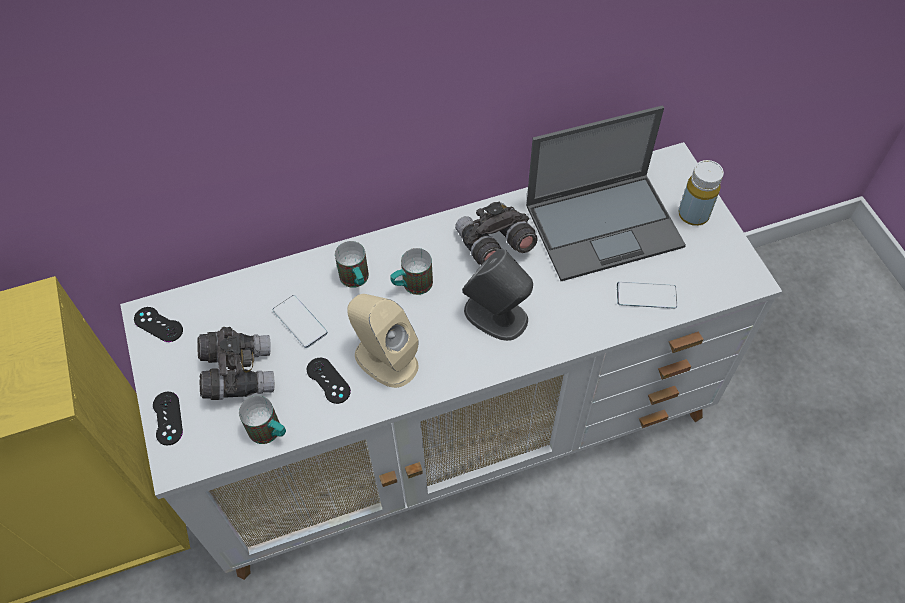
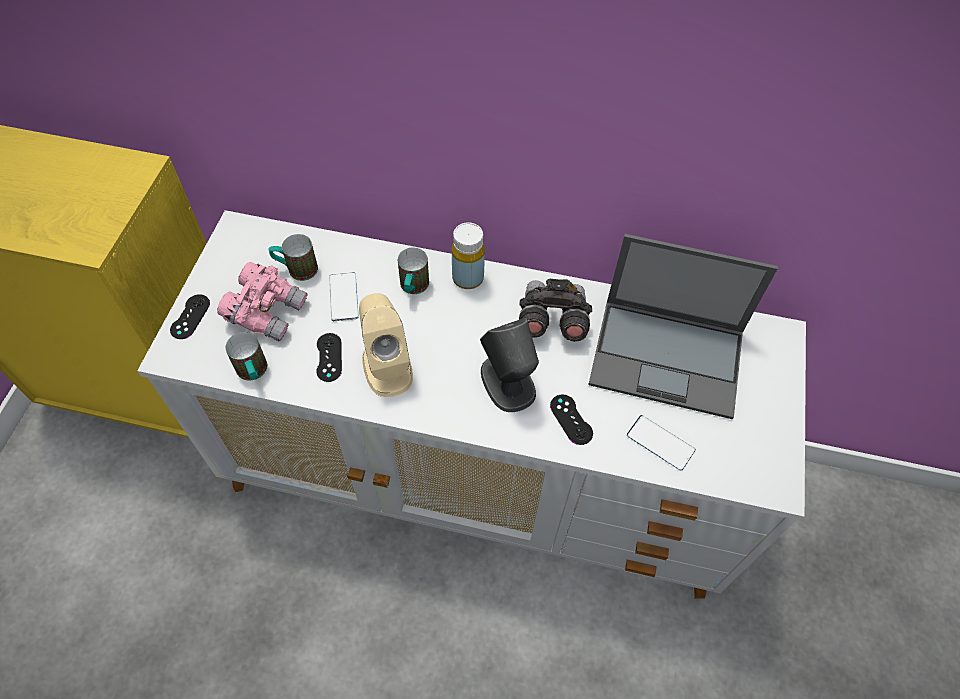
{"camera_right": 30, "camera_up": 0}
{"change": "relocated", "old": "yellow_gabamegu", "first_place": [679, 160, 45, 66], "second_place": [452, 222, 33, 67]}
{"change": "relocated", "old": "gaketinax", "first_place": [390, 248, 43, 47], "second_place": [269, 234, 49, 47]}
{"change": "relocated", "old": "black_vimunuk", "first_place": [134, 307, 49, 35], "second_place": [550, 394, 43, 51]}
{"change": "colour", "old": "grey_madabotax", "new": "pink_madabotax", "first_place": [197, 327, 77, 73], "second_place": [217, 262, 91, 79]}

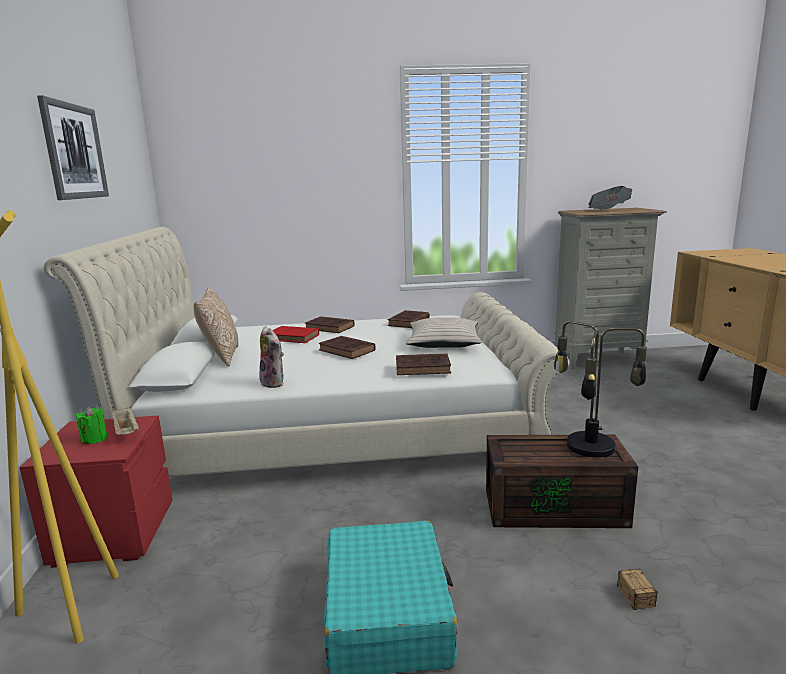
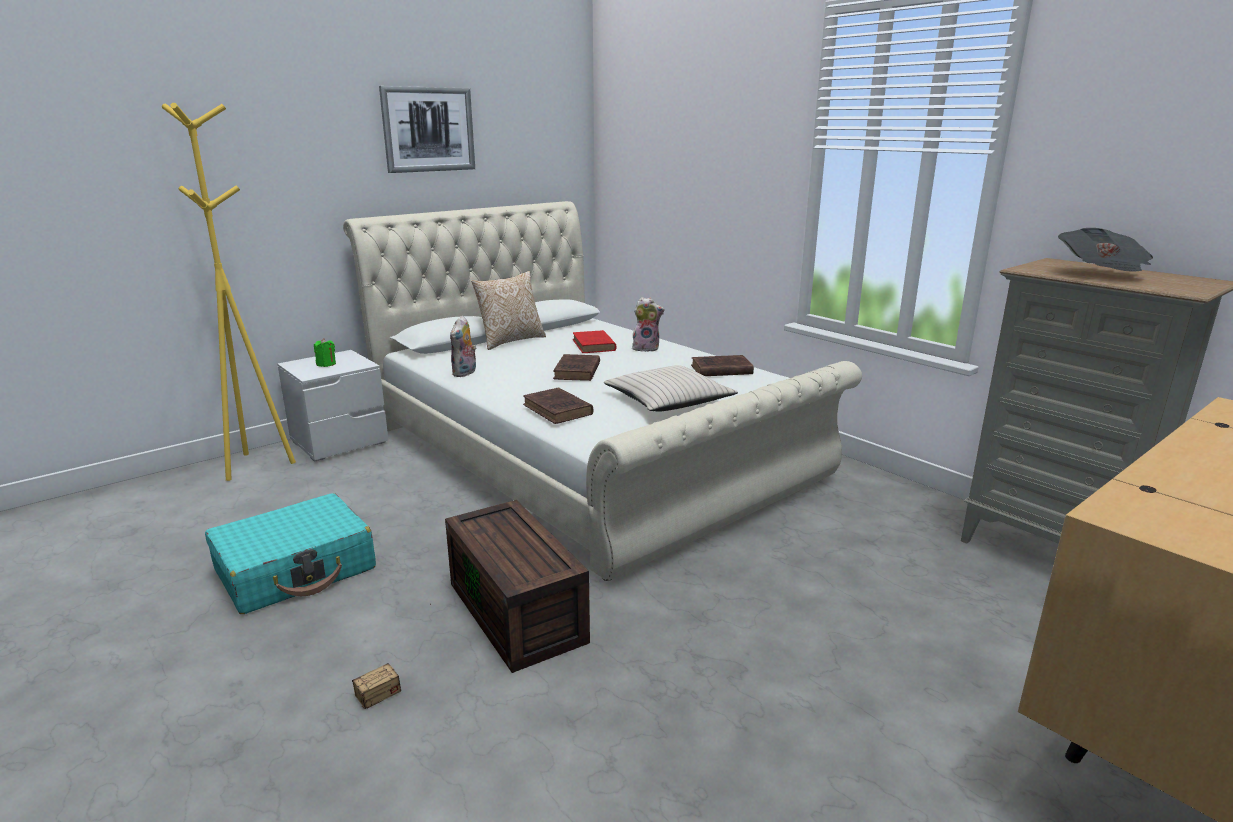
{"camera_right": 55, "camera_up": 5}
{"change": "exchanged", "old": "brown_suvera", "new": "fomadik", "first_place": [305, 316, 50, 17], "second_place": [632, 297, 33, 55]}
{"change": "missing", "old": "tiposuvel", "first_place": [554, 321, 93, 137]}
{"change": "missing", "old": "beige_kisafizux", "first_place": [112, 407, 27, 28]}
{"change": "colour", "old": "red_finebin", "new": "white_finebin", "first_place": [19, 415, 154, 153], "second_place": [277, 350, 112, 112]}

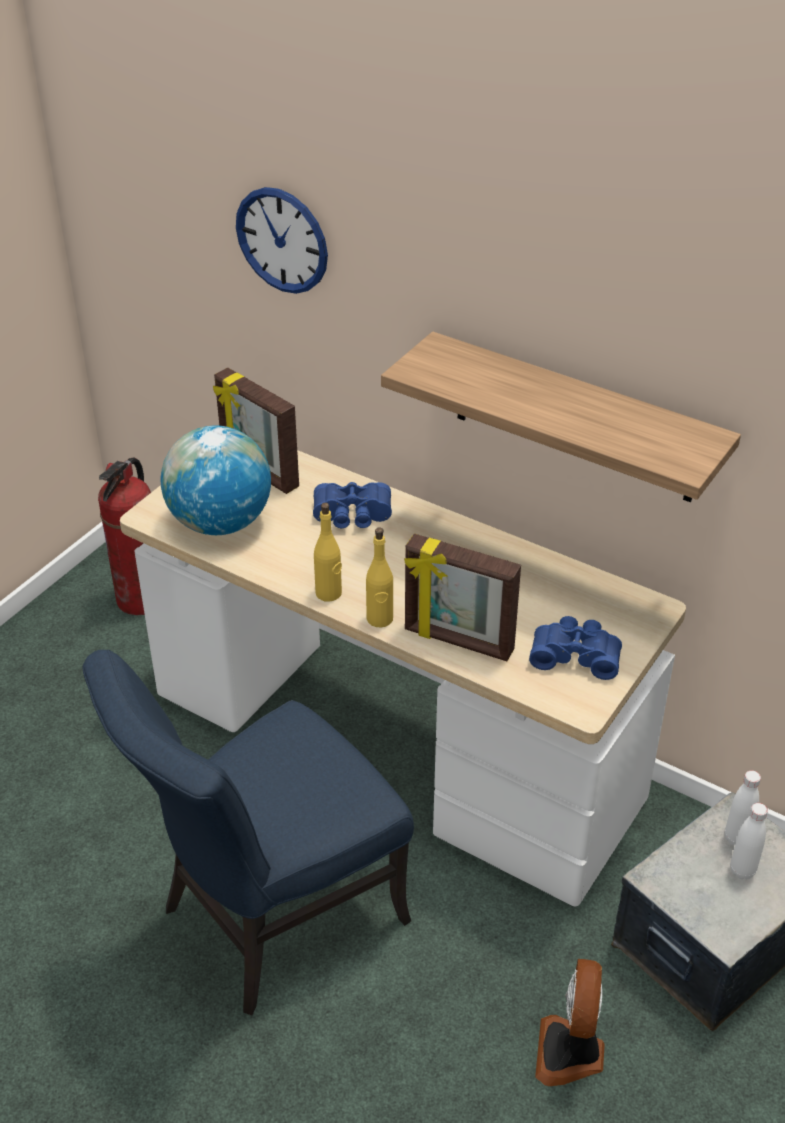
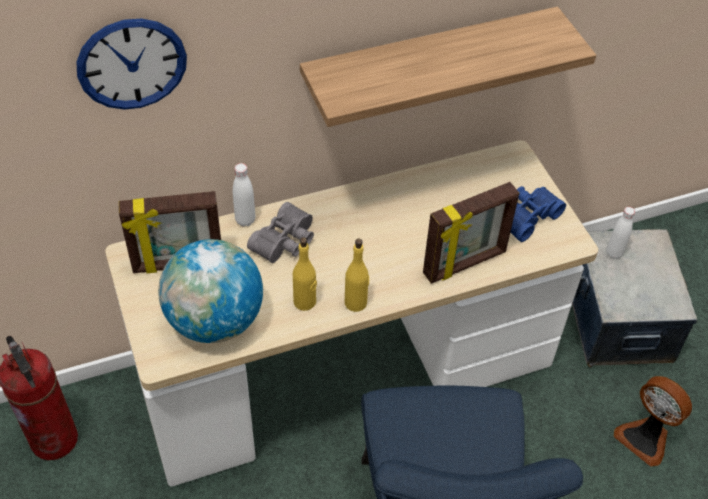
{"camera_right": -55, "camera_up": 10}
{"change": "colour", "old": "blue_madabotax", "new": "grey_madabotax", "first_place": [313, 482, 79, 46], "second_place": [247, 202, 67, 61]}
{"change": "relocated", "old": "yellow_gabamegu", "first_place": [366, 527, 27, 100], "second_place": [293, 237, 24, 74]}
{"change": "relocated", "old": "white_gabamegu", "first_place": [730, 803, 38, 76], "second_place": [233, 163, 22, 64]}

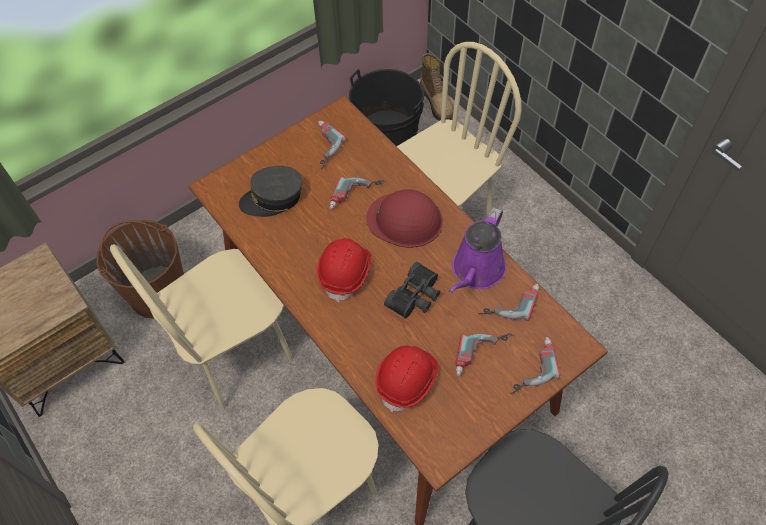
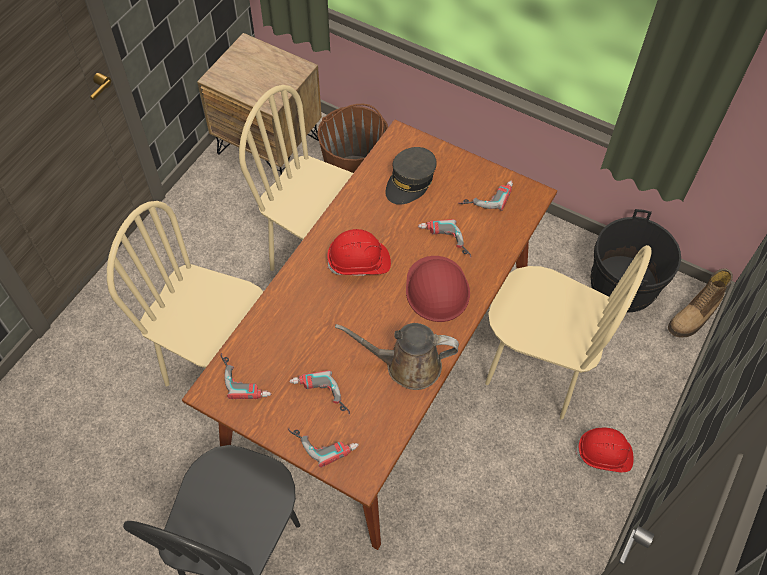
{"camera_right": 65, "camera_up": 0}
{"change": "spun", "old": "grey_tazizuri", "first_place": [239, 166, 64, 51], "second_place": [386, 147, 51, 58], "degrees": -105}
{"change": "colour", "old": "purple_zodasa", "new": "brown_zodasa", "first_place": [449, 207, 57, 87], "second_place": [335, 323, 124, 67]}
{"change": "missing", "old": "black_madabotax", "first_place": [384, 262, 56, 57]}
{"change": "relocated", "old": "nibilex", "first_place": [478, 283, 61, 38], "second_place": [221, 353, 50, 46]}
{"change": "relocated", "old": "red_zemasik", "first_place": [375, 346, 64, 67], "second_place": [575, 428, 59, 44]}

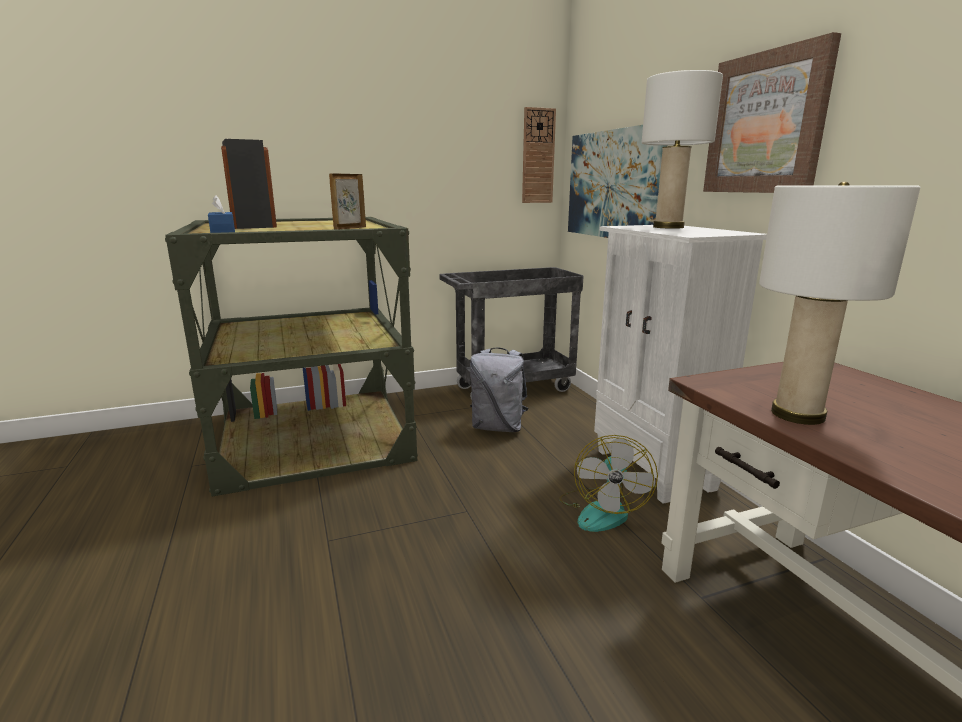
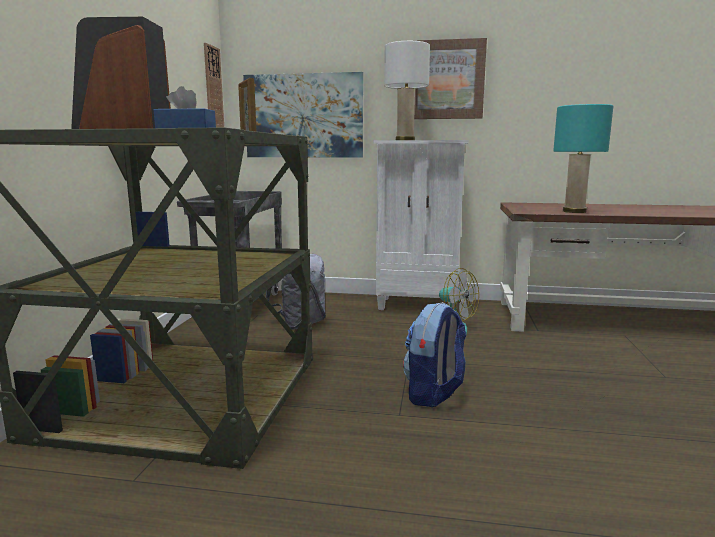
{"camera_right": -60, "camera_up": -5}
{"change": "colour", "old": "white_tiposuvel", "new": "turquoise_tiposuvel", "first_place": [759, 181, 161, 244], "second_place": [553, 104, 60, 109]}
{"change": "appeared", "new": "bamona", "second_place": [403, 302, 63, 105]}

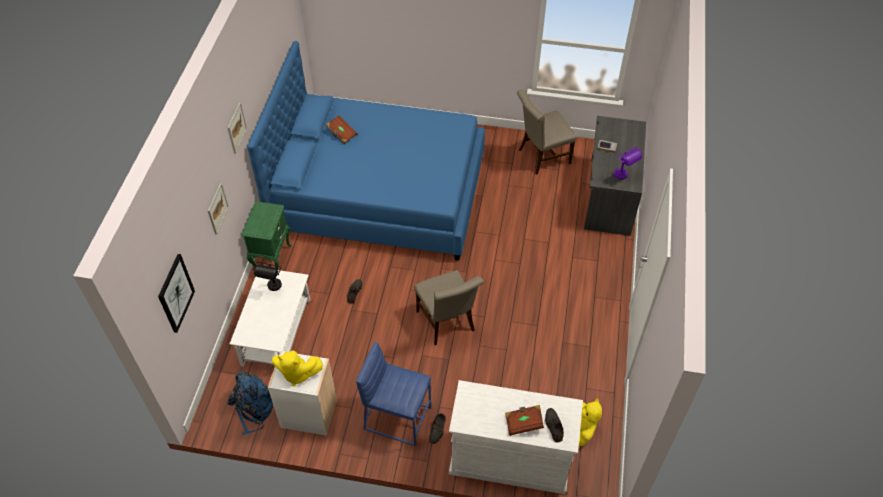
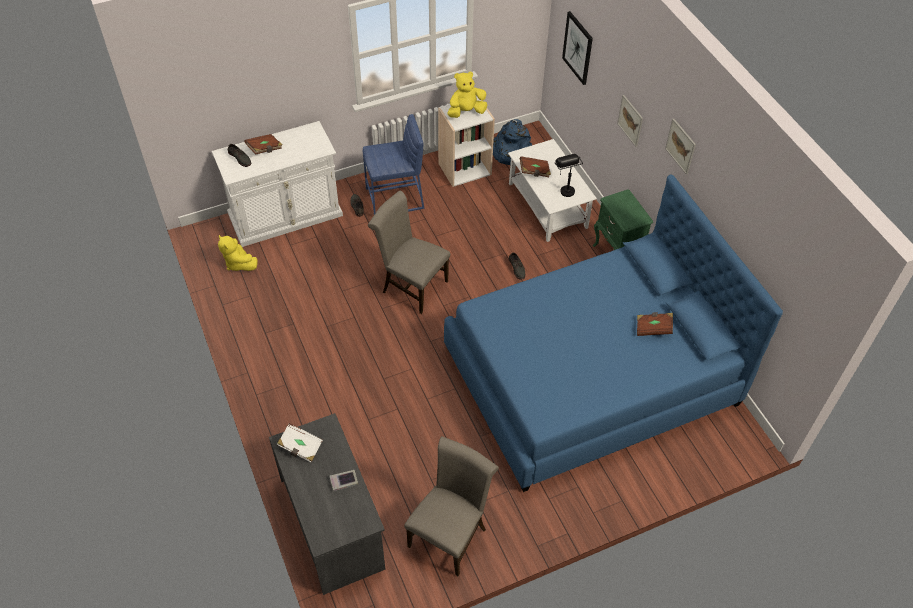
{"camera_right": 145, "camera_up": 0}
{"change": "exchanged", "old": "purple_tiposuvel", "new": "white_suvera", "first_place": [614, 147, 28, 32], "second_place": [277, 423, 46, 40]}
{"change": "appeared", "new": "brown_suvera", "second_place": [520, 156, 31, 21]}

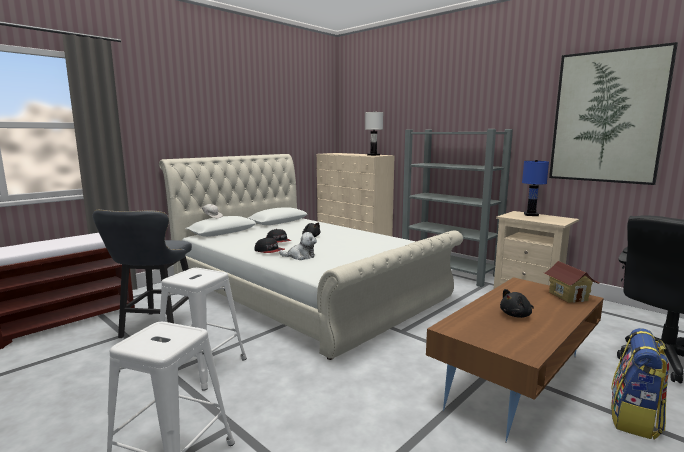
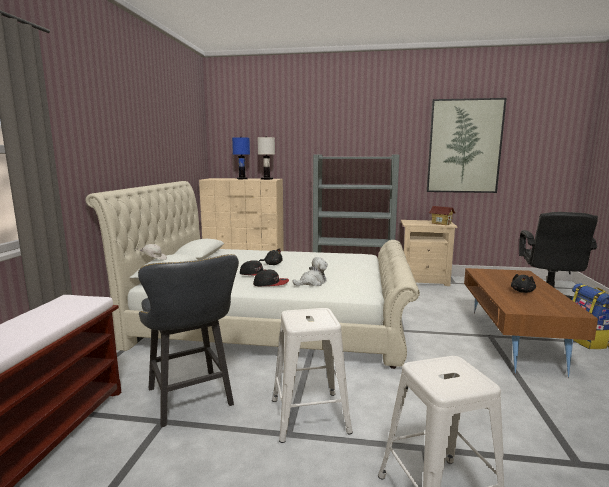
{"camera_right": -35, "camera_up": 0}
{"change": "relocated", "old": "blue_tiposuvel", "first_place": [522, 160, 27, 56], "second_place": [232, 137, 18, 42]}
{"change": "relocated", "old": "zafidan", "first_place": [545, 261, 55, 42], "second_place": [429, 206, 27, 19]}

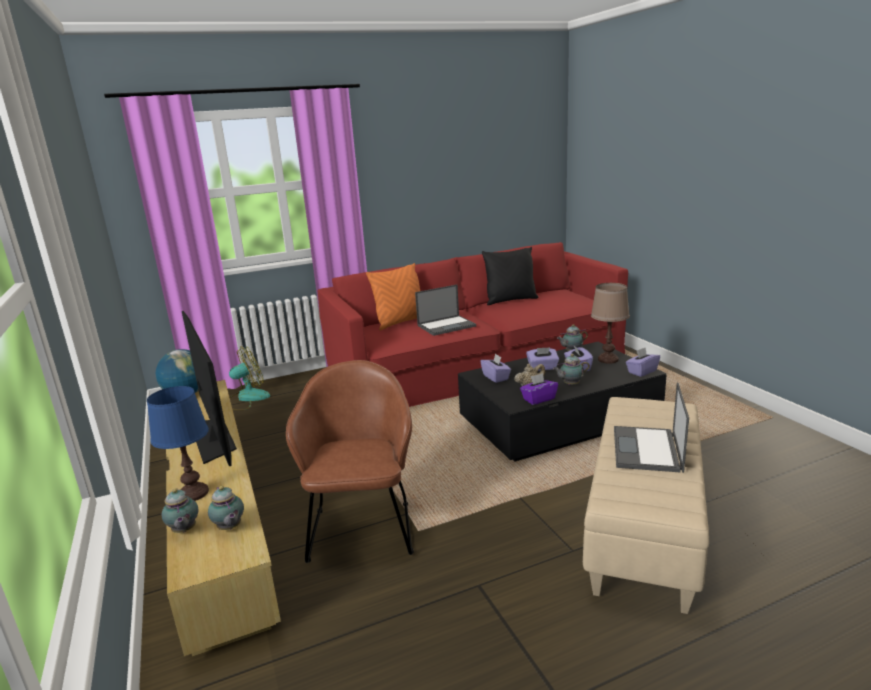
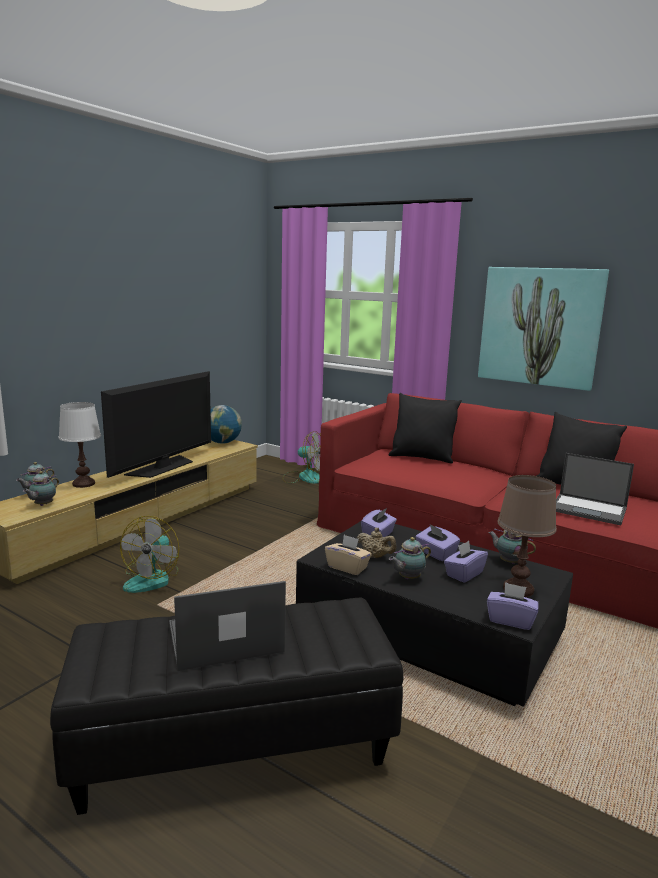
{"camera_right": 55, "camera_up": -5}
{"change": "colour", "old": "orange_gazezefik", "new": "black_gazezefik", "first_place": [366, 263, 54, 67], "second_place": [389, 393, 73, 71]}
{"change": "relocated", "old": "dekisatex", "first_place": [415, 285, 61, 51], "second_place": [556, 453, 78, 72]}
{"change": "spun", "old": "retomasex", "first_place": [553, 354, 37, 31], "second_place": [389, 537, 42, 42], "degrees": -75}
{"change": "exchanged", "old": "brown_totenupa", "new": "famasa", "first_place": [286, 360, 128, 203], "second_place": [120, 516, 59, 77]}
{"change": "colour", "old": "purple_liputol", "new": "beige_liputol", "first_place": [520, 373, 38, 32], "second_place": [325, 535, 47, 40]}
{"change": "colour", "old": "blue_tiposuvel", "new": "white_tiposuvel", "first_place": [147, 386, 62, 115], "second_place": [58, 402, 43, 86]}
{"change": "colour", "old": "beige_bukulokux", "new": "black_bukulokux", "first_place": [583, 397, 126, 217], "second_place": [50, 598, 353, 217]}
{"change": "appeared", "new": "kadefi", "second_place": [478, 267, 131, 124]}

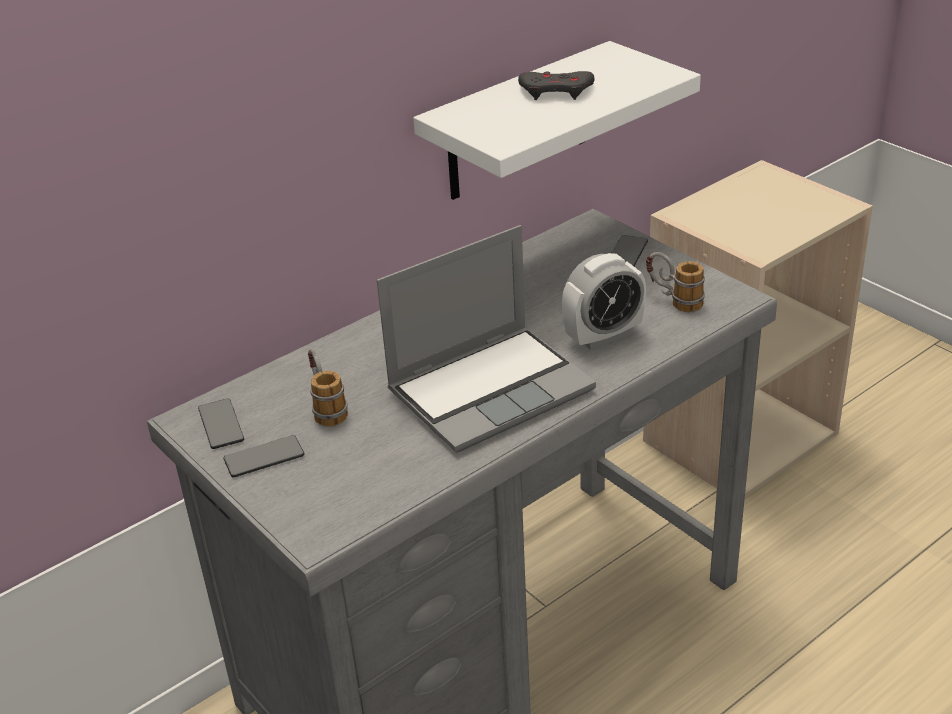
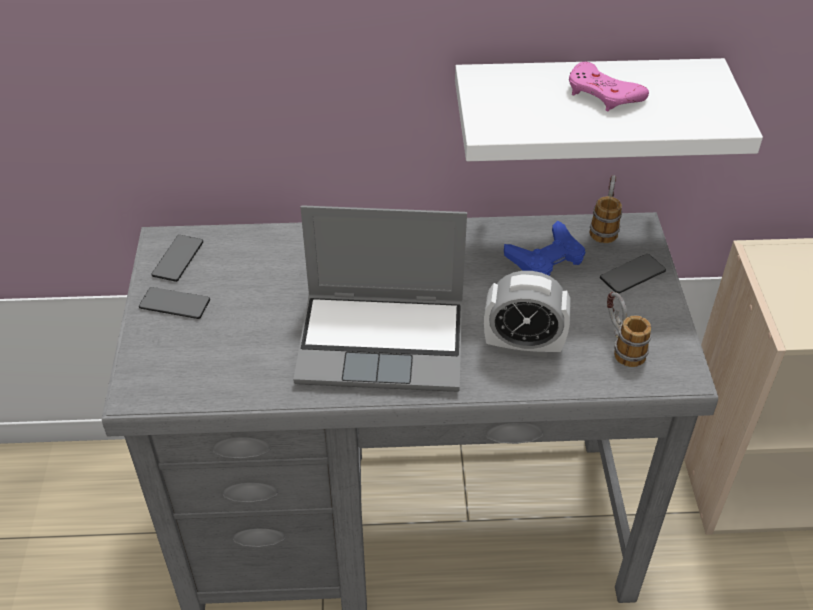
{"camera_right": 35, "camera_up": 10}
{"change": "colour", "old": "grey_vimunuk", "new": "pink_vimunuk", "first_place": [518, 71, 77, 29], "second_place": [569, 62, 80, 49]}
{"change": "relocated", "old": "gaketinax", "first_place": [308, 349, 40, 78], "second_place": [589, 175, 33, 68]}
{"change": "appeared", "new": "blue_vimunuk", "second_place": [504, 220, 82, 56]}

